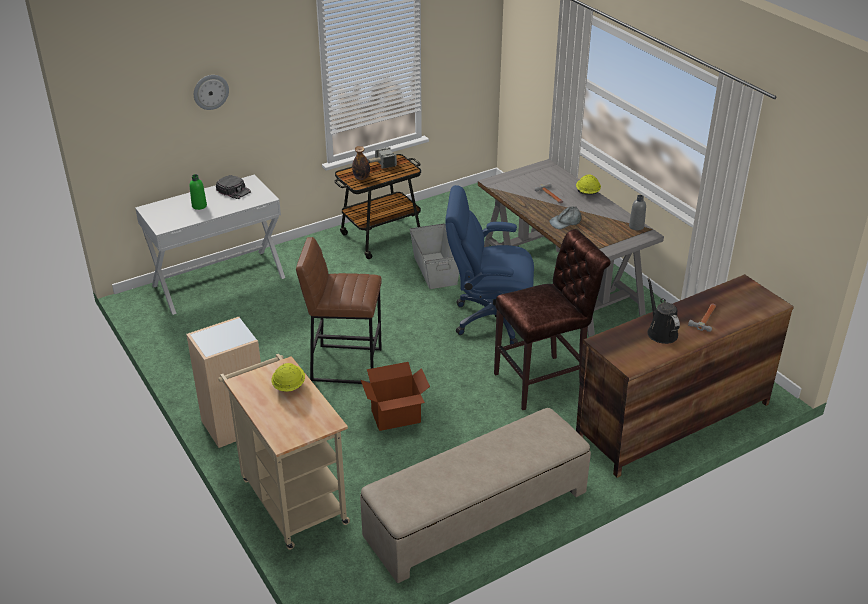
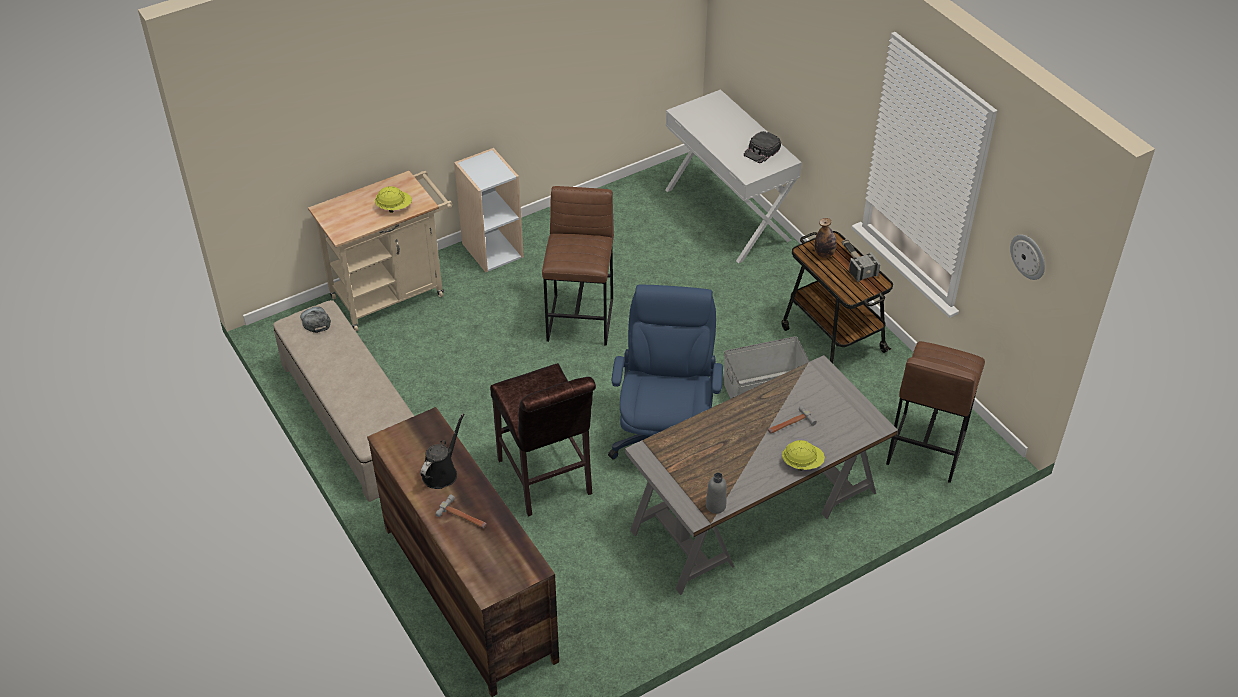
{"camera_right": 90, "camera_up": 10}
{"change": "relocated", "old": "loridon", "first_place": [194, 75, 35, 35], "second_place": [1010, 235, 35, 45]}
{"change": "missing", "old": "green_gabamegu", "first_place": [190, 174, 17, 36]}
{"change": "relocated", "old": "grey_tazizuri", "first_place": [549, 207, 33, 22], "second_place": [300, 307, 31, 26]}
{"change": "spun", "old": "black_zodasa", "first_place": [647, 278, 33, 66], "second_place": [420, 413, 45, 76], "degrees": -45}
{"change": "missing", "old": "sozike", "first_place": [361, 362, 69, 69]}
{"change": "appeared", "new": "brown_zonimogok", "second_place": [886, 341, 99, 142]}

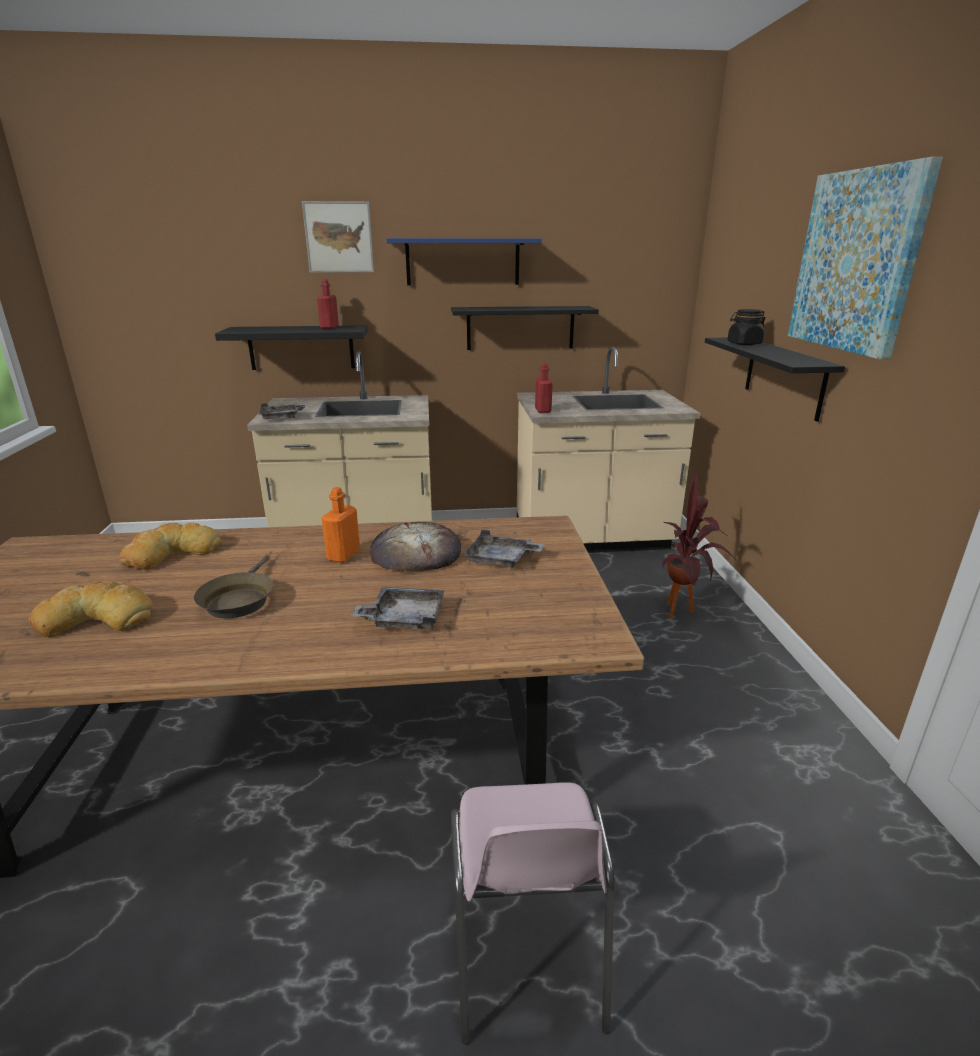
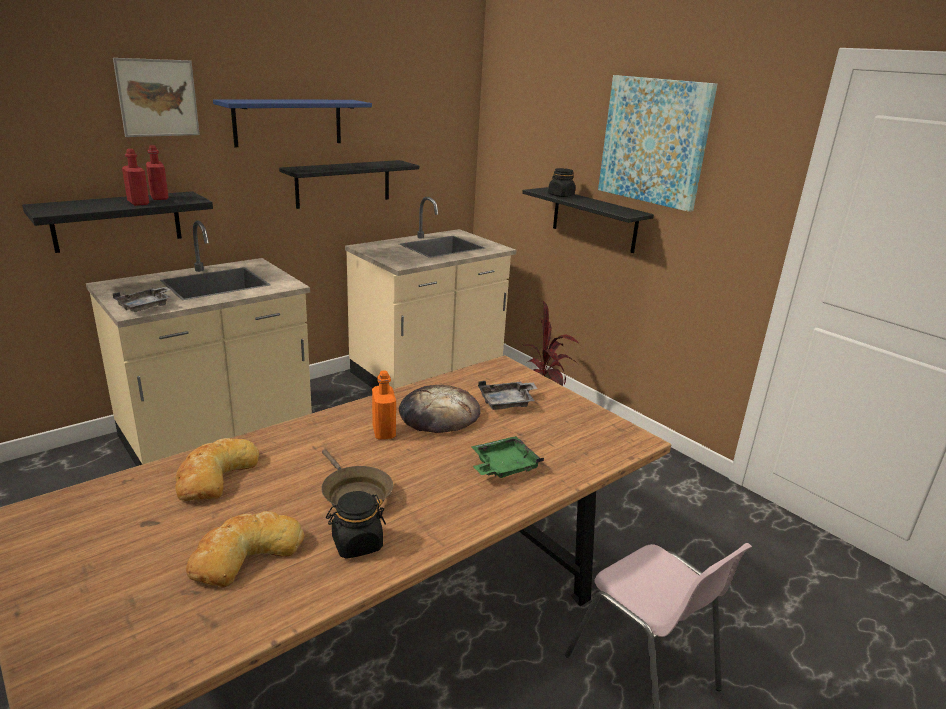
{"camera_right": -35, "camera_up": 0}
{"change": "relocated", "old": "red_gabamegu", "first_place": [535, 363, 18, 50], "second_place": [122, 149, 27, 57]}
{"change": "colour", "old": "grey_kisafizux", "new": "green_kisafizux", "first_place": [351, 587, 93, 43], "second_place": [472, 436, 72, 42]}
{"change": "appeared", "new": "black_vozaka", "second_place": [326, 491, 60, 68]}

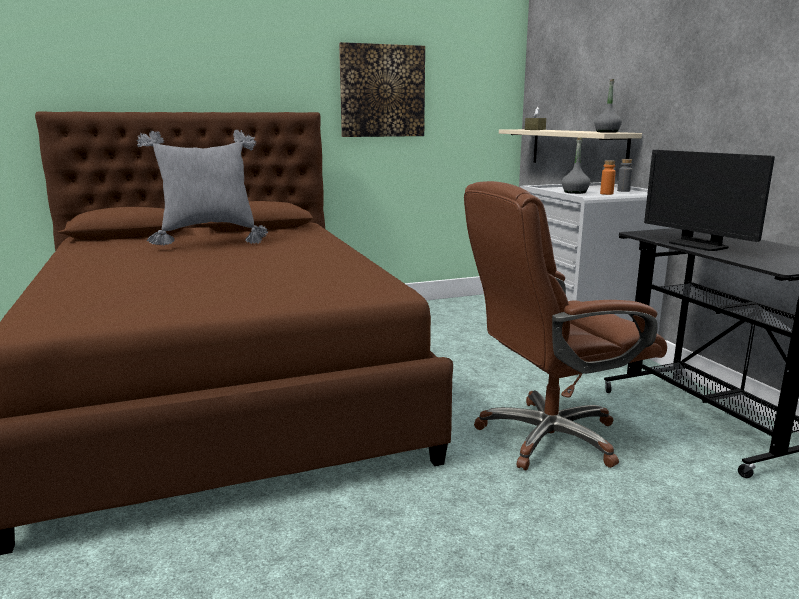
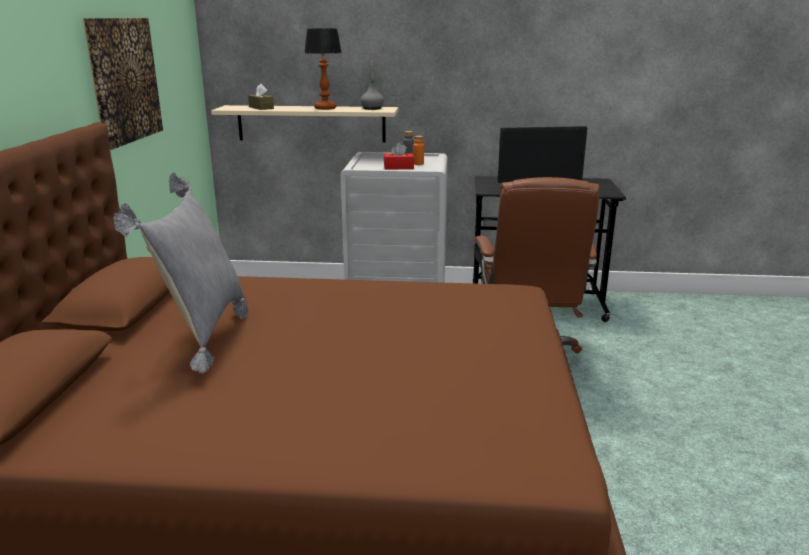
{"camera_right": -65, "camera_up": 5}
{"change": "exchanged", "old": "grey_gabamegu", "new": "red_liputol", "first_place": [562, 137, 29, 57], "second_place": [384, 143, 30, 27]}
{"change": "appeared", "new": "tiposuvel", "second_place": [304, 29, 38, 81]}

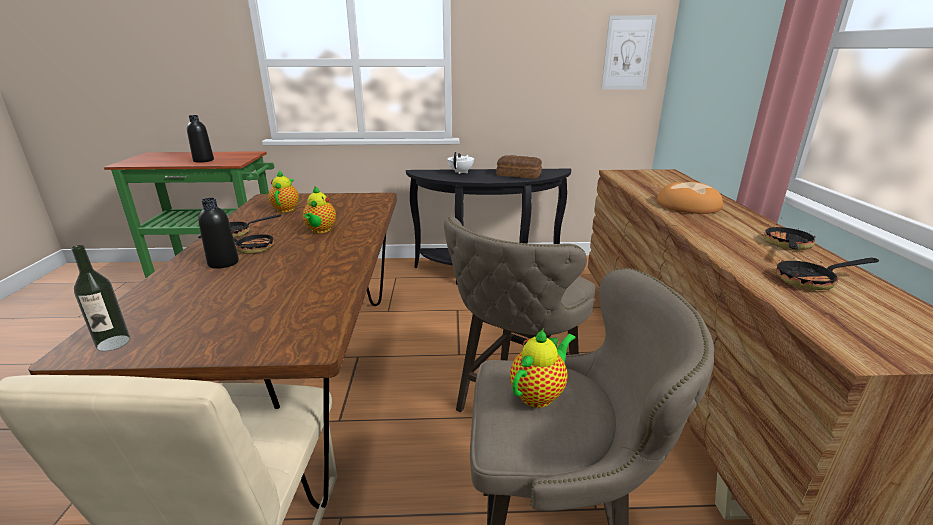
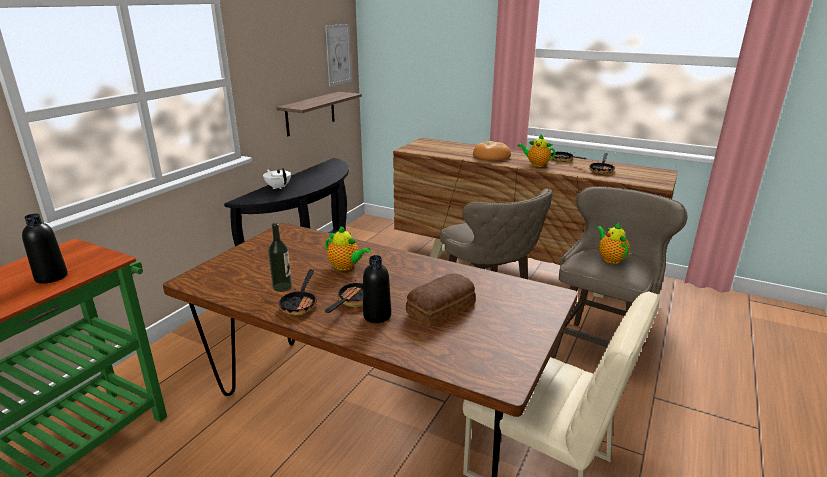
{"camera_right": -60, "camera_up": 0}
{"change": "relocated", "old": "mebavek", "first_place": [496, 155, 46, 24], "second_place": [406, 274, 70, 53]}
{"change": "relocated", "old": "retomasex", "first_place": [268, 170, 31, 42], "second_place": [517, 134, 39, 33]}
{"change": "relocated", "old": "gabamegu", "first_place": [71, 245, 59, 106], "second_place": [268, 223, 24, 69]}
{"change": "appeared", "new": "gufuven", "second_place": [276, 92, 86, 44]}

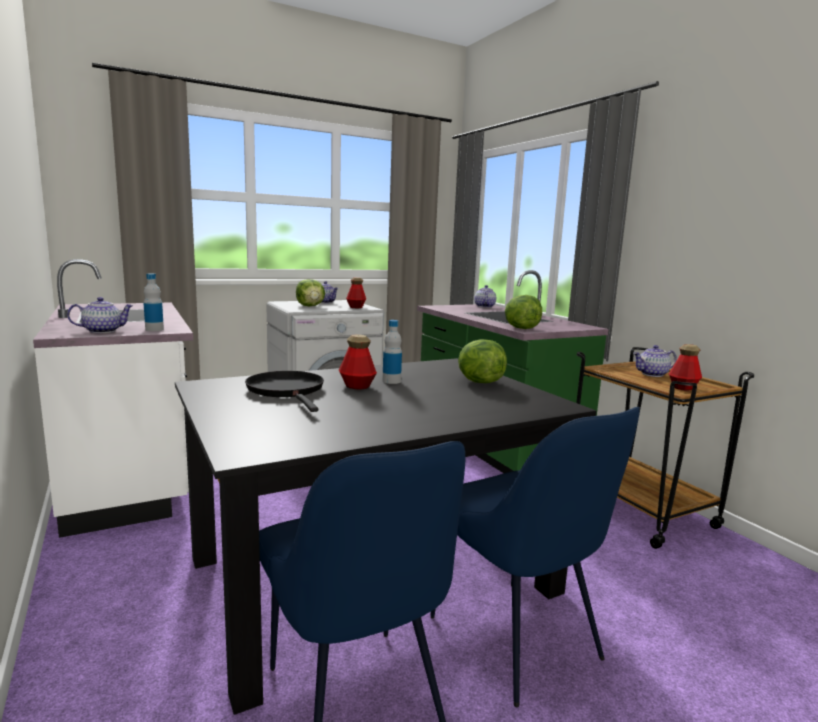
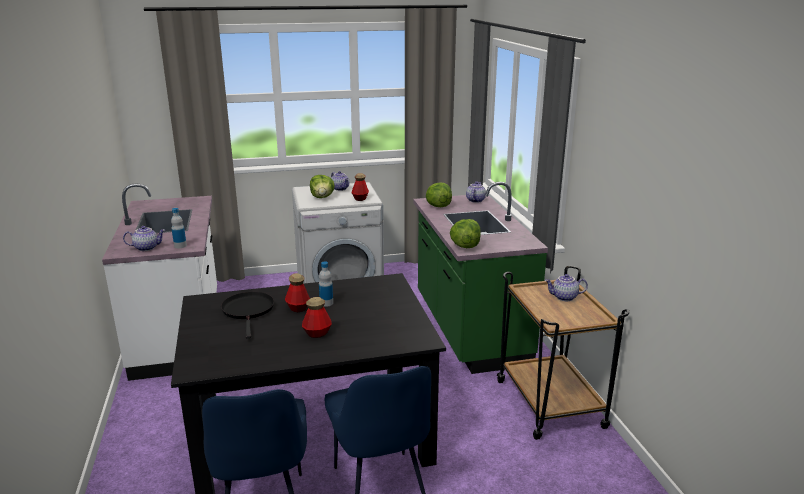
{"camera_right": 15, "camera_up": 10}
{"change": "relocated", "old": "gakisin", "first_place": [458, 339, 49, 44], "second_place": [426, 182, 26, 25]}
{"change": "relocated", "old": "gabamegu", "first_place": [669, 344, 33, 46], "second_place": [302, 297, 30, 41]}

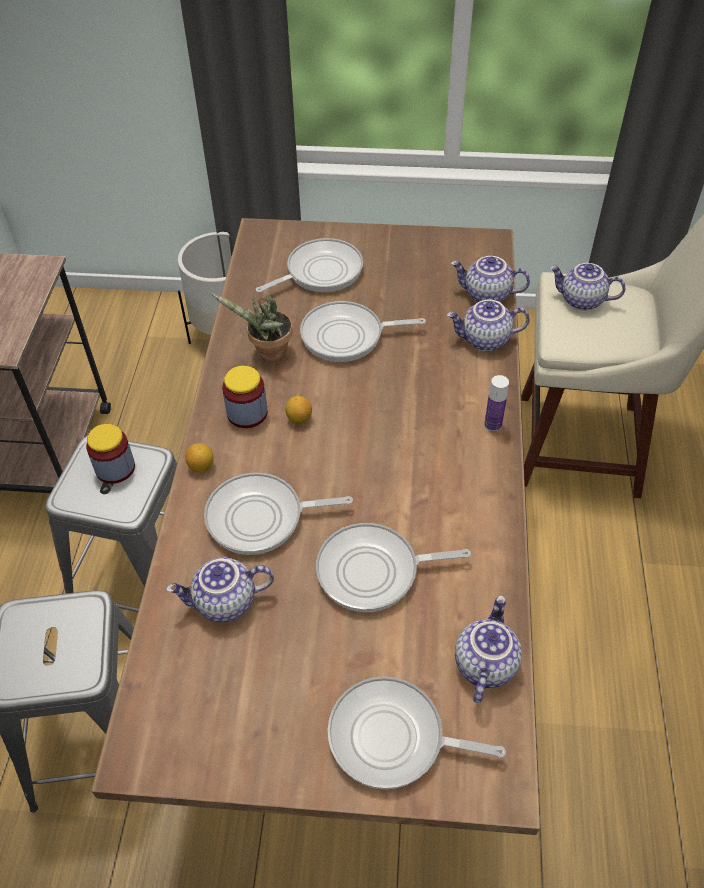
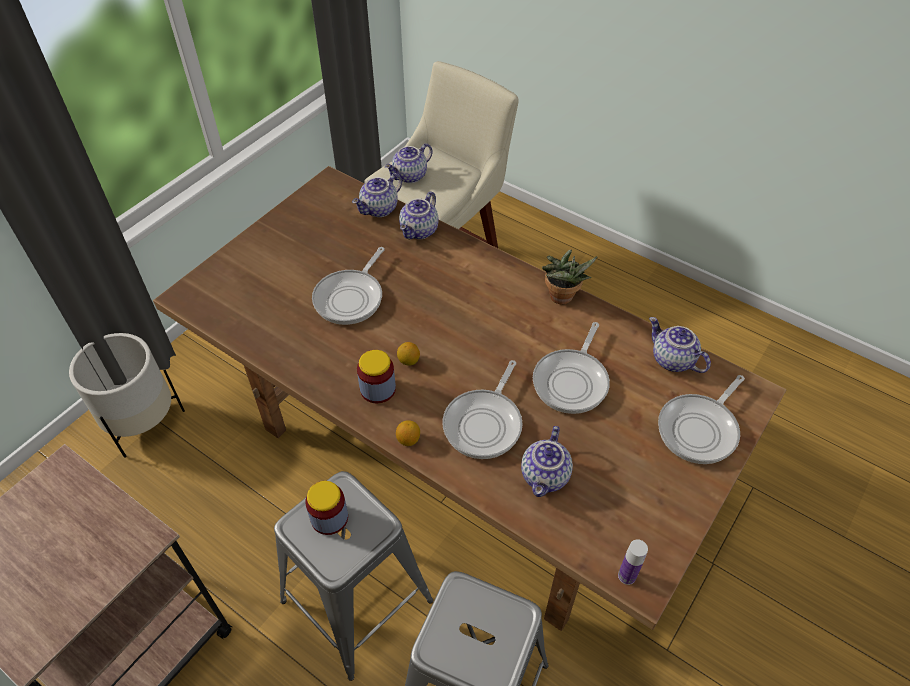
{"camera_right": -60, "camera_up": 0}
{"change": "missing", "old": "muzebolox", "first_place": [256, 238, 107, 55]}
{"change": "relocated", "old": "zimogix", "first_place": [211, 293, 81, 69], "second_place": [542, 250, 56, 55]}
{"change": "relocated", "old": "gabamegu", "first_place": [484, 375, 25, 57], "second_place": [618, 539, 30, 46]}

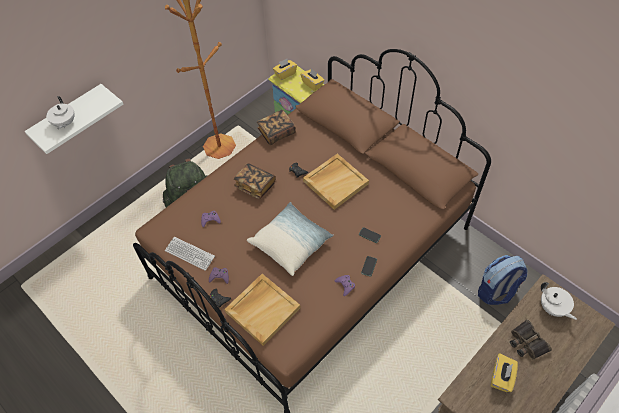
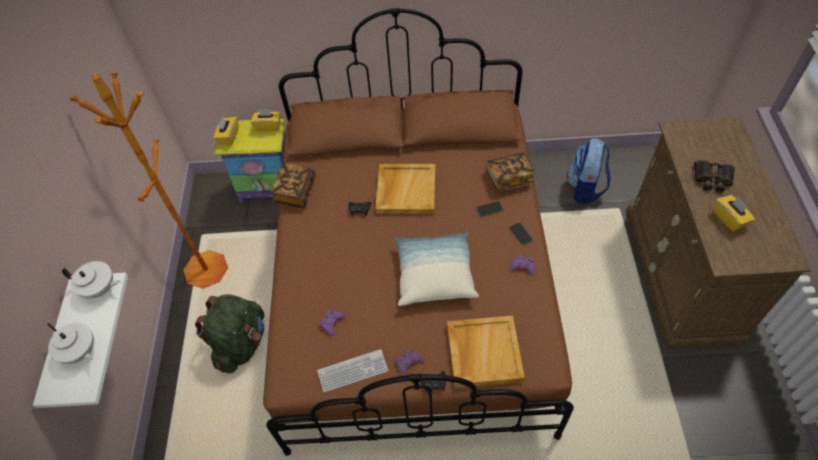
{"camera_right": -45, "camera_up": 0}
{"change": "relocated", "old": "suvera", "first_place": [234, 163, 42, 36], "second_place": [486, 152, 49, 39]}
{"change": "relocated", "old": "white_retomasex", "first_place": [541, 282, 36, 38], "second_place": [62, 261, 59, 38]}

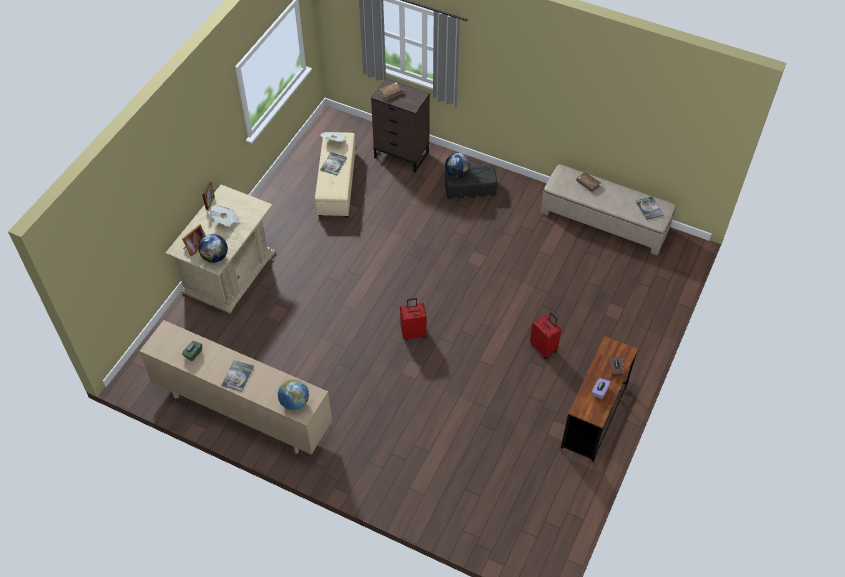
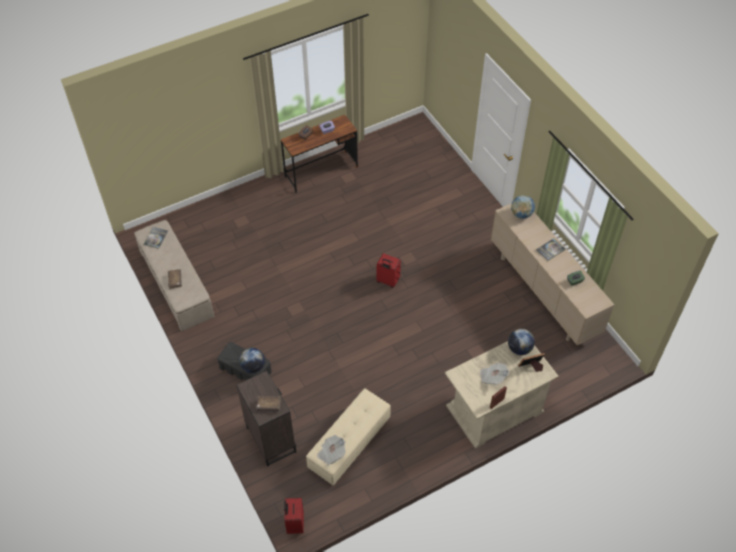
{"camera_right": -145, "camera_up": 0}
{"change": "missing", "old": "suvera", "first_place": [320, 152, 27, 23]}
{"change": "relocated", "old": "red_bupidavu", "first_place": [530, 313, 31, 46], "second_place": [284, 498, 20, 36]}

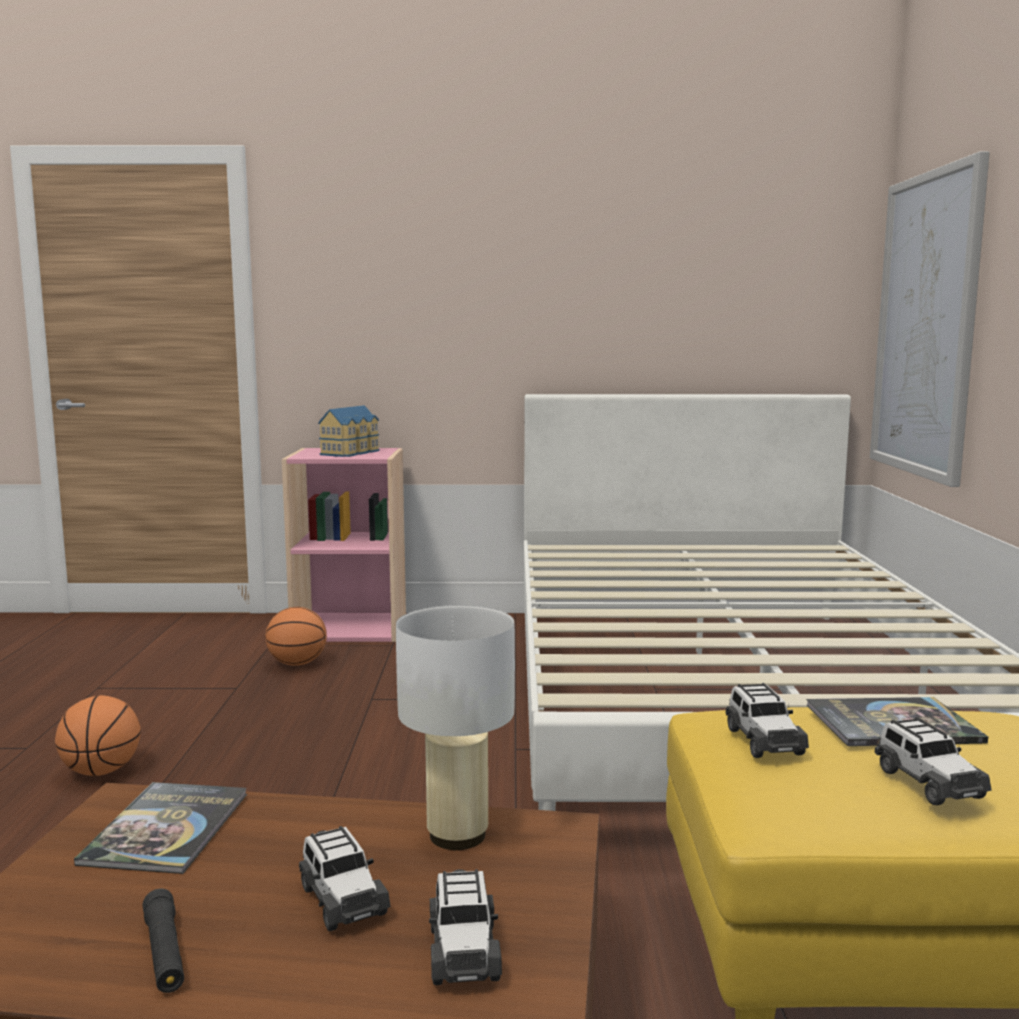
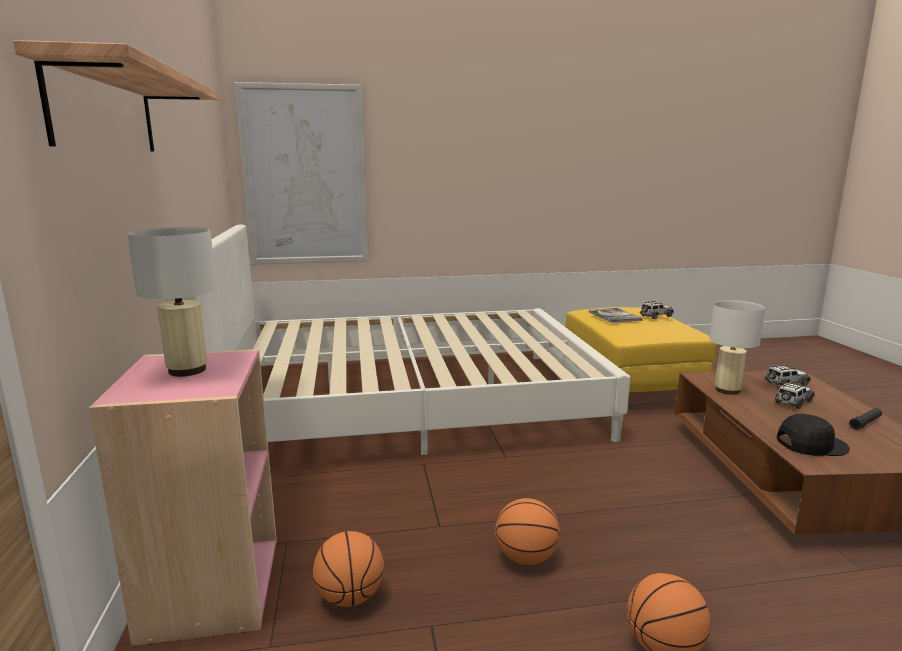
{"camera_right": -100, "camera_up": 5}
{"change": "exchanged", "old": "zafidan", "new": "white_tiposuvel", "first_place": [318, 405, 62, 52], "second_place": [127, 227, 89, 150]}
{"change": "missing", "old": "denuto", "first_place": [726, 683, 83, 75]}
{"change": "exchanged", "old": "suvera", "new": "black_tazizuri", "first_place": [74, 782, 173, 92], "second_place": [777, 414, 73, 42]}
{"change": "appeared", "new": "gufuven", "second_place": [13, 40, 204, 112]}
{"change": "appeared", "new": "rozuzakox", "second_place": [495, 498, 65, 68]}

